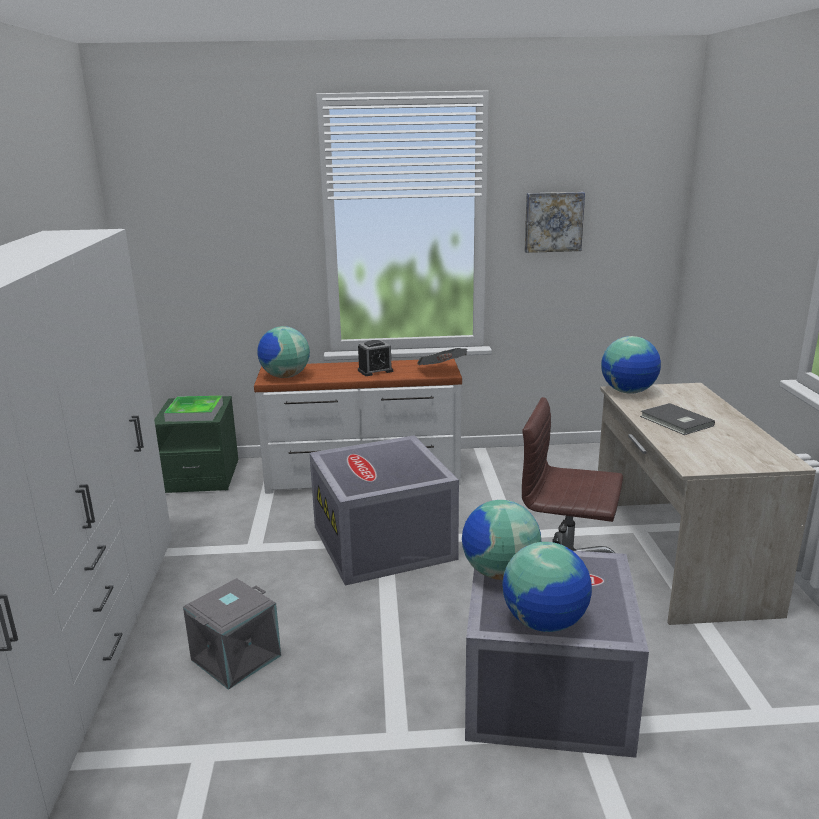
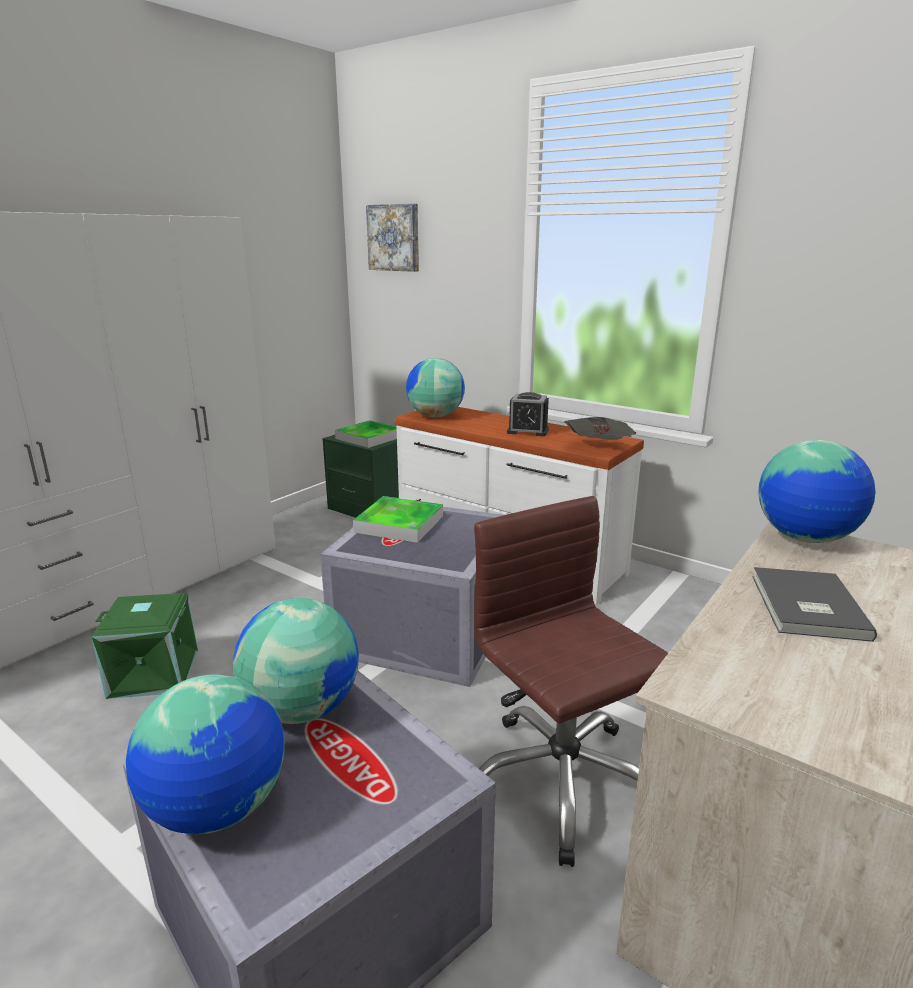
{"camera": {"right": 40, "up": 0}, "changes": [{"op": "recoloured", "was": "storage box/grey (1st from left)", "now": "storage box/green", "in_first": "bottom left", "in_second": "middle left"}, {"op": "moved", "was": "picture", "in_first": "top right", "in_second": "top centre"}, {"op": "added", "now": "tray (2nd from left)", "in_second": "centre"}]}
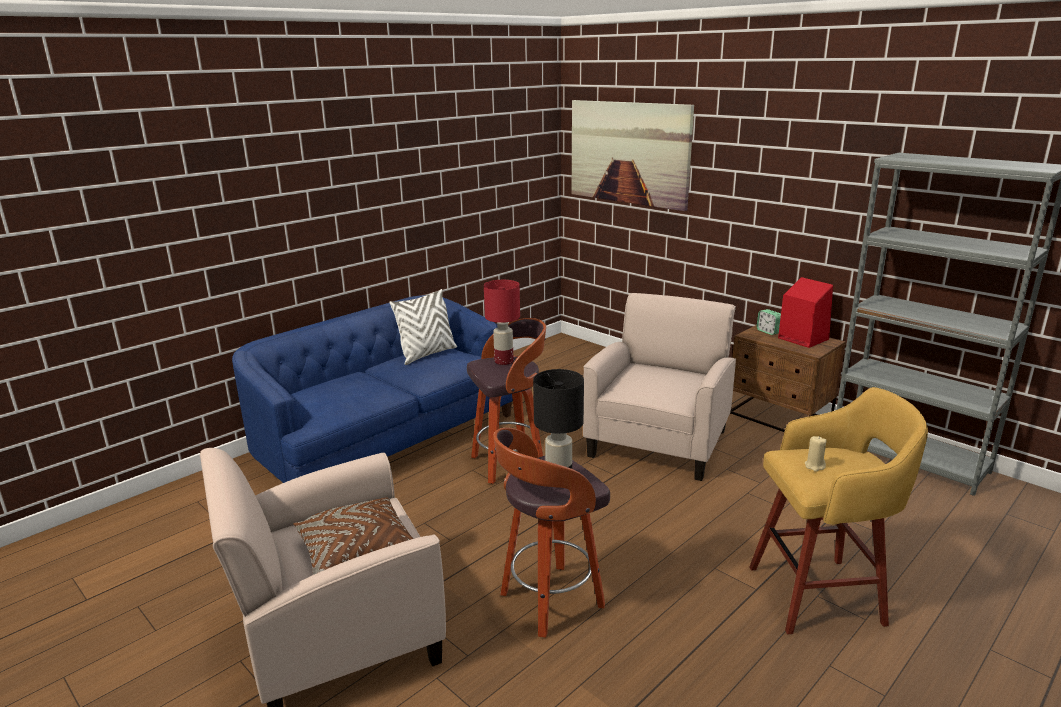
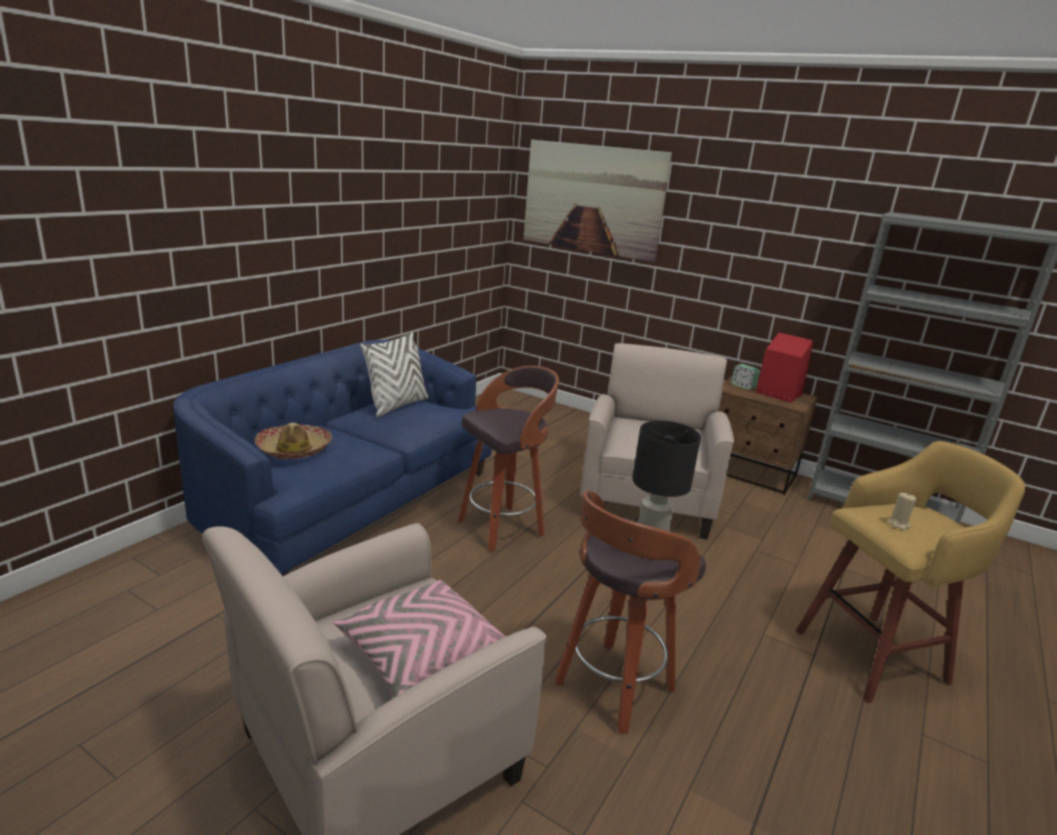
{"camera": {"right": -15, "up": 0}, "changes": [{"op": "recoloured", "was": "pillow/brown", "now": "pillow/pink", "in_first": "bottom left", "in_second": "bottom centre"}, {"op": "removed", "was": "table lamp/red", "in_first": "centre"}, {"op": "added", "now": "hat", "in_second": "middle left"}]}
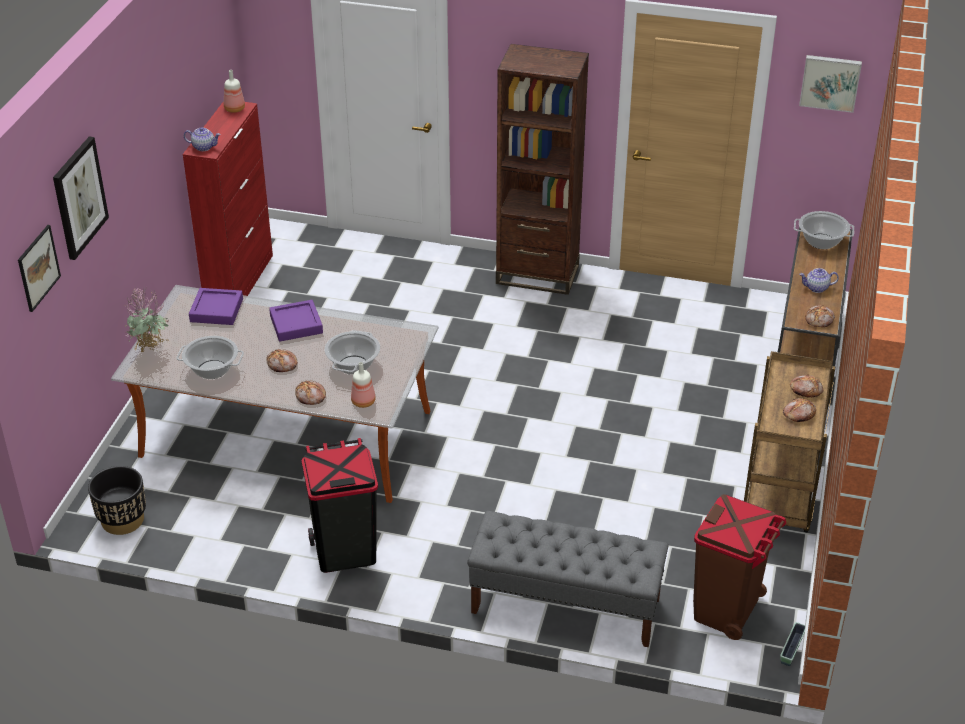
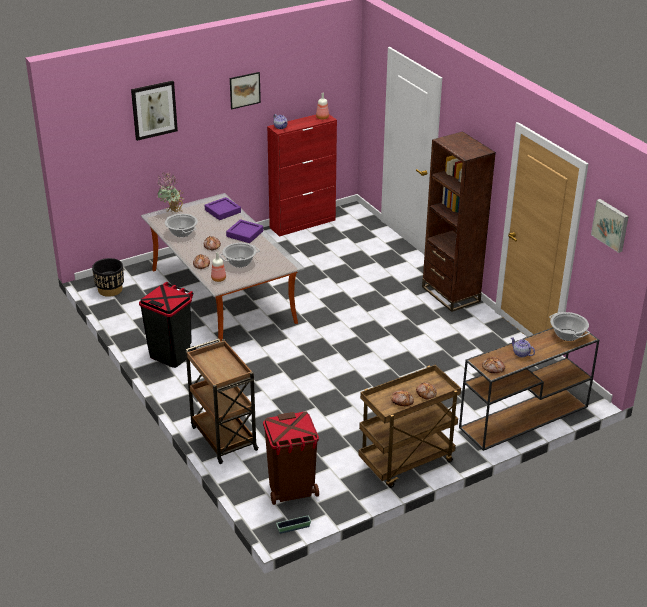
{"camera": {"right": 45, "up": -5}, "changes": [{"op": "moved", "was": "picture (1st from left in the first image)", "now": "picture (2nd from left)", "in_first": "middle left", "in_second": "top centre"}, {"op": "replaced", "was": "bench/grey", "now": "cart/brown (1st from left)", "in_first": "bottom centre", "in_second": "centre"}]}
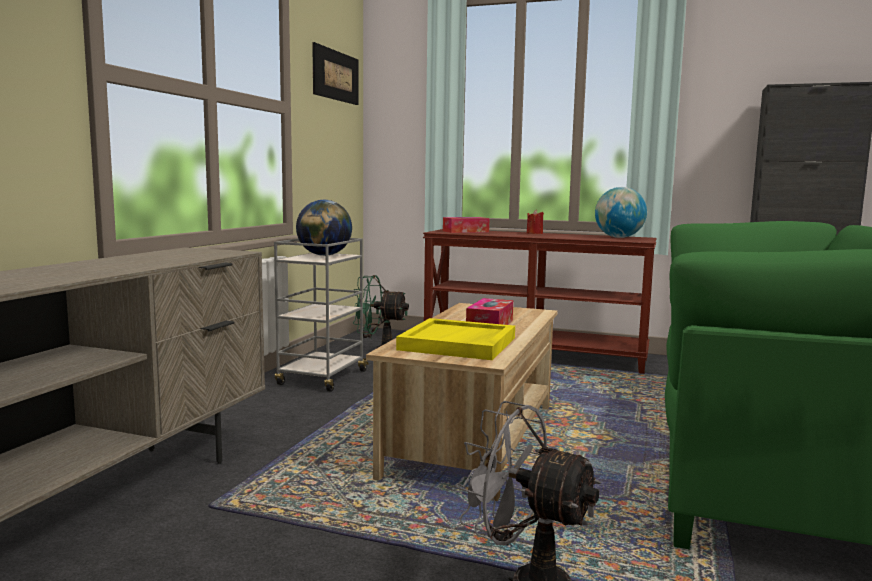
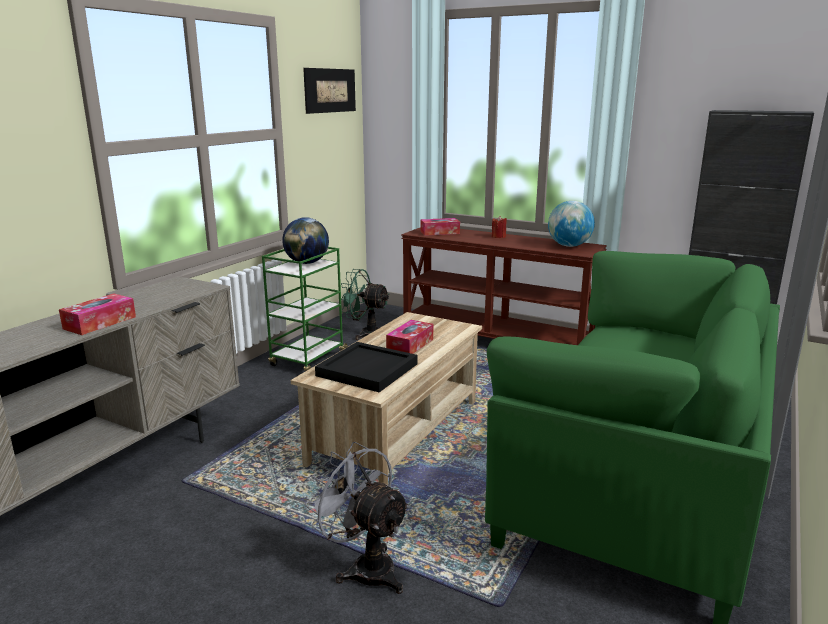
{"camera": {"right": 10, "up": 10}, "changes": [{"op": "recoloured", "was": "cart/grey", "now": "cart/green", "in_first": "centre", "in_second": "centre"}, {"op": "recoloured", "was": "tray/yellow", "now": "tray/black", "in_first": "centre", "in_second": "centre"}, {"op": "added", "now": "tissue box (1st from left)", "in_second": "middle left"}]}
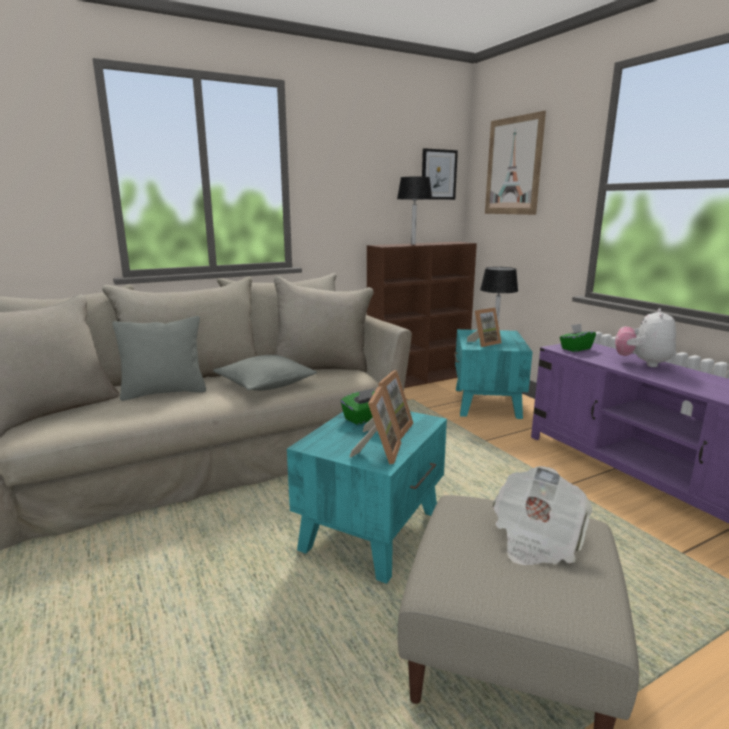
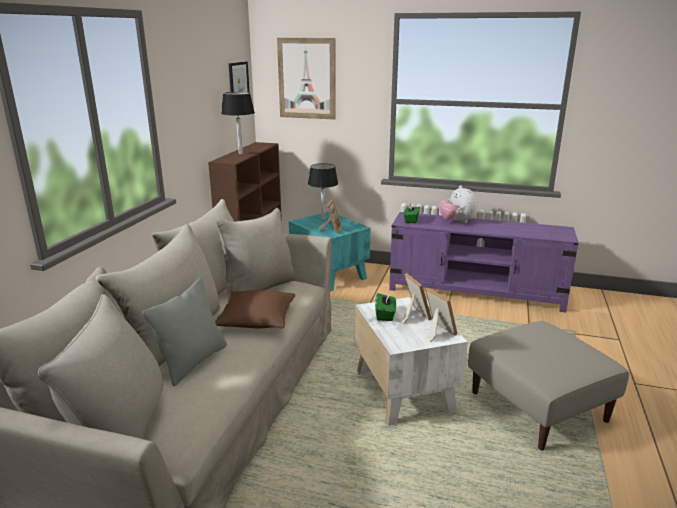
{"camera": {"right": -45, "up": 5}, "changes": [{"op": "recoloured", "was": "pillow/grey (2nd from left)", "now": "pillow/brown", "in_first": "centre", "in_second": "centre"}, {"op": "recoloured", "was": "side table/turquoise (1st from left)", "now": "side table/white", "in_first": "bottom centre", "in_second": "bottom centre"}, {"op": "removed", "was": "newspaper", "in_first": "bottom right"}]}
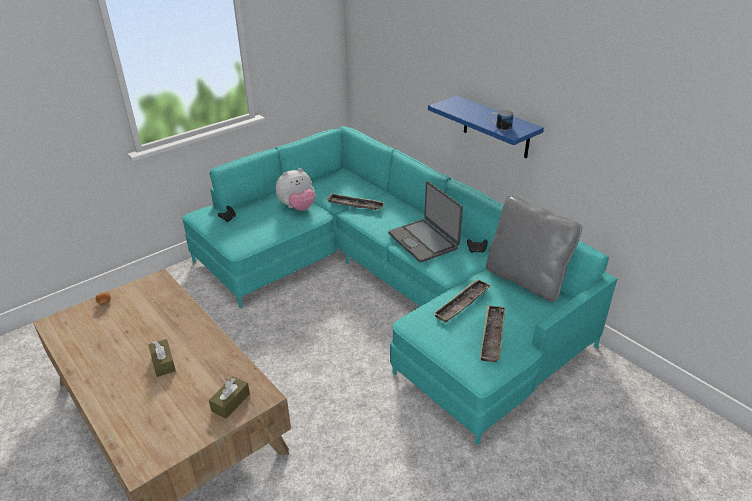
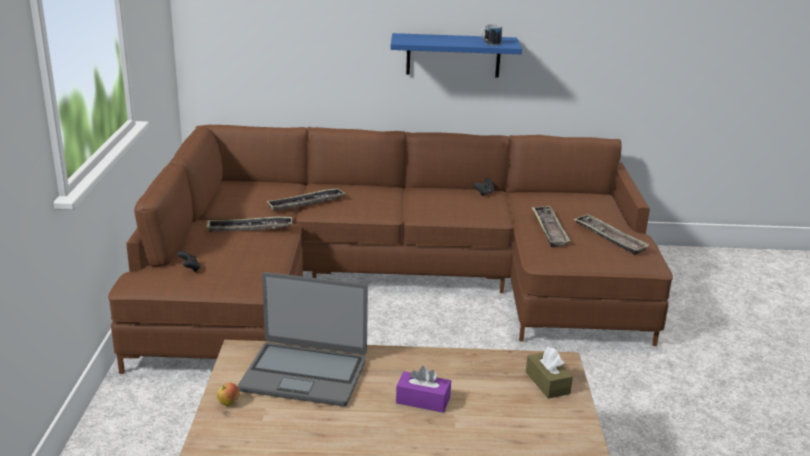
{"camera": {"right": -50, "up": -10}, "changes": [{"op": "recoloured", "was": "tissue box/brown (1st from left)", "now": "tissue box/purple", "in_first": "bottom left", "in_second": "bottom centre"}, {"op": "recoloured", "was": "sofa/turquoise", "now": "sofa/brown", "in_first": "centre", "in_second": "centre"}, {"op": "replaced", "was": "plush toy", "now": "tray (1st from left)", "in_first": "centre", "in_second": "middle left"}, {"op": "moved", "was": "laptop", "in_first": "centre", "in_second": "bottom centre"}, {"op": "removed", "was": "pillow/grey", "in_first": "middle right"}]}
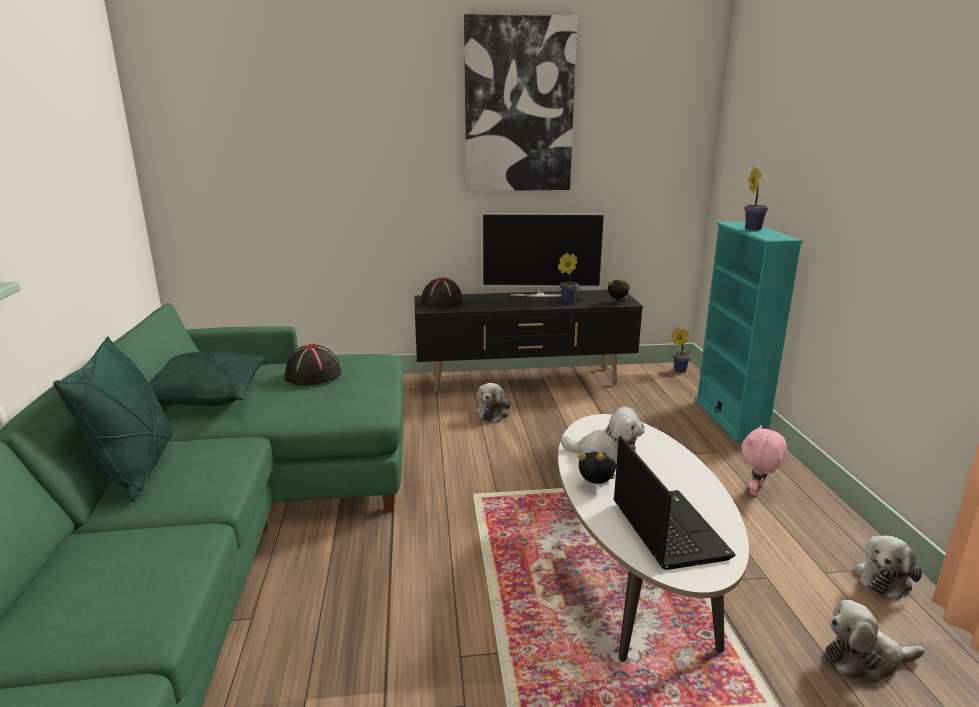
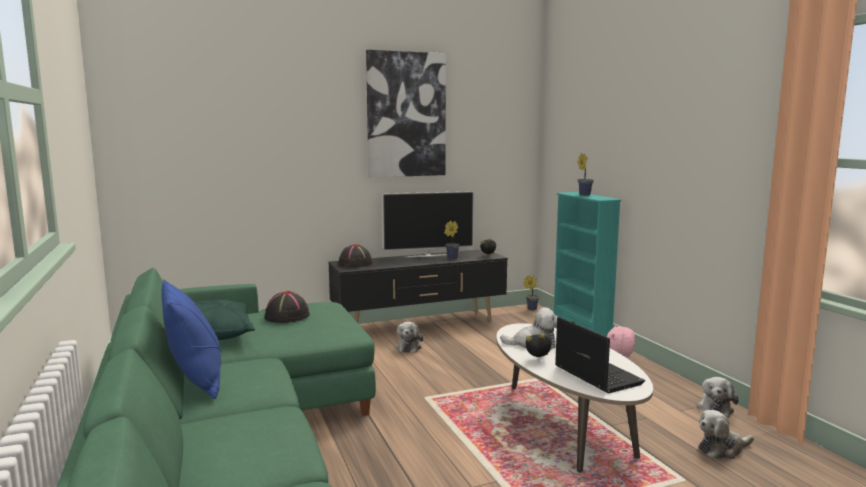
{"camera": {"right": -15, "up": -10}, "changes": [{"op": "recoloured", "was": "pillow/green (1st from left)", "now": "pillow/blue", "in_first": "middle left", "in_second": "bottom left"}]}
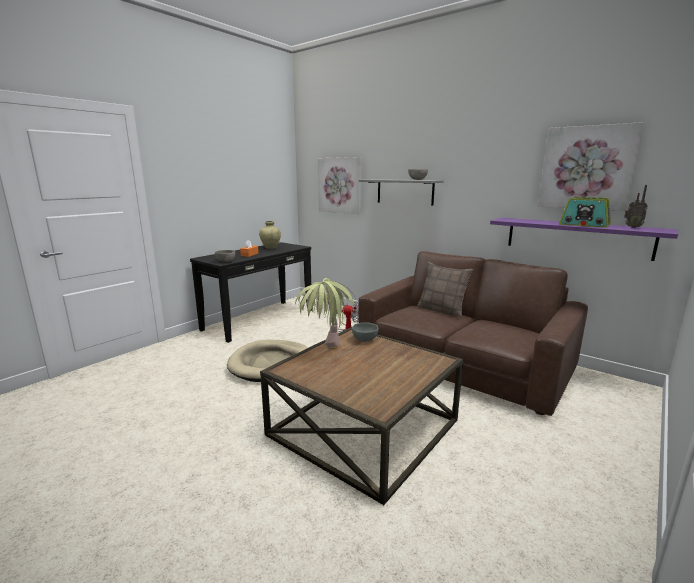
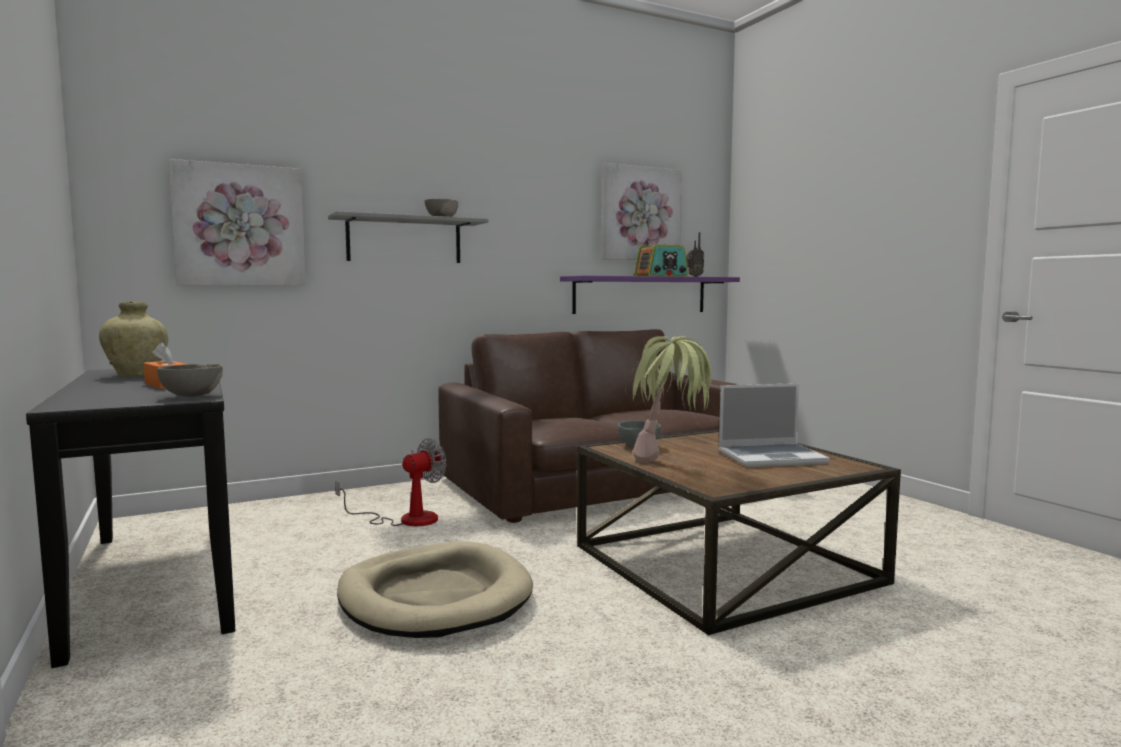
{"camera": {"right": -65, "up": -10}, "changes": [{"op": "removed", "was": "pillow", "in_first": "centre"}, {"op": "added", "now": "laptop", "in_second": "middle right"}]}
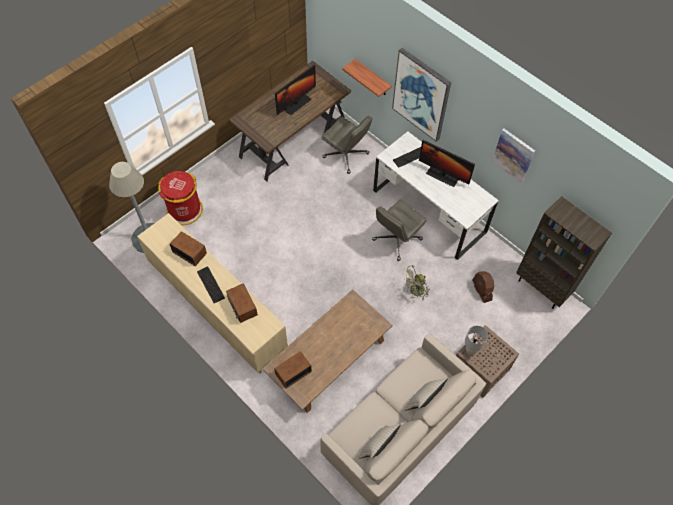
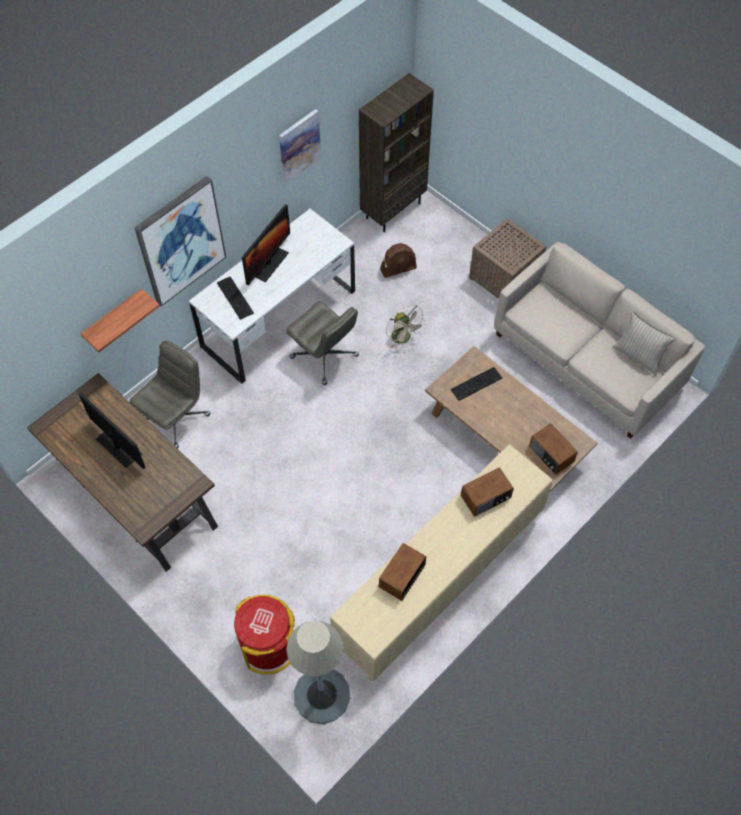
{"camera": {"right": -90, "up": 0}, "changes": [{"op": "moved", "was": "keyboard (1st from left in the first image)", "now": "keyboard (2nd from left)", "in_first": "middle left", "in_second": "centre"}, {"op": "removed", "was": "pillow/beige (2nd from left)", "in_first": "bottom centre"}, {"op": "removed", "was": "table lamp/grey", "in_first": "bottom right"}]}
